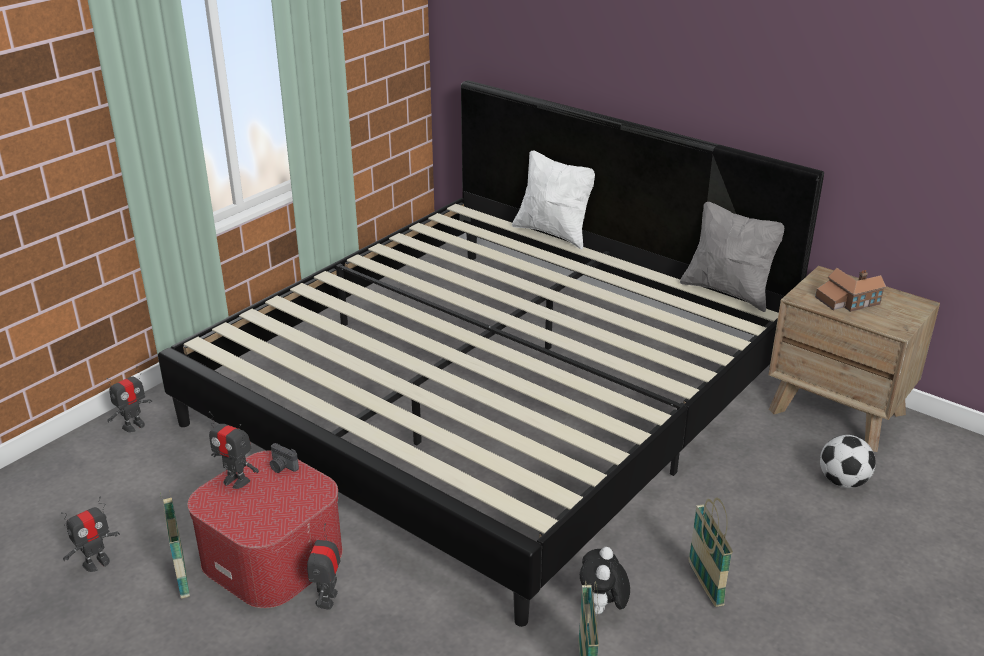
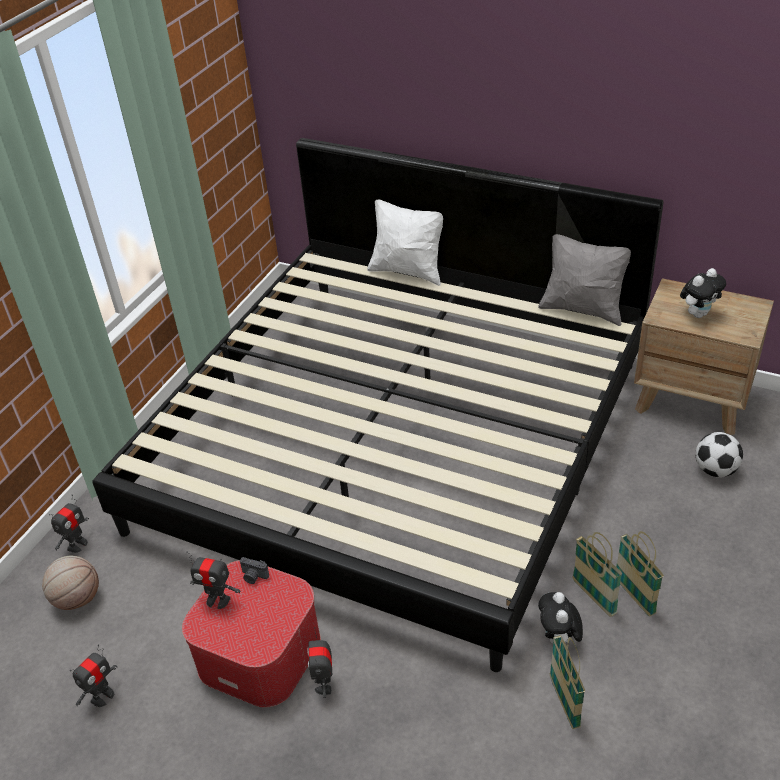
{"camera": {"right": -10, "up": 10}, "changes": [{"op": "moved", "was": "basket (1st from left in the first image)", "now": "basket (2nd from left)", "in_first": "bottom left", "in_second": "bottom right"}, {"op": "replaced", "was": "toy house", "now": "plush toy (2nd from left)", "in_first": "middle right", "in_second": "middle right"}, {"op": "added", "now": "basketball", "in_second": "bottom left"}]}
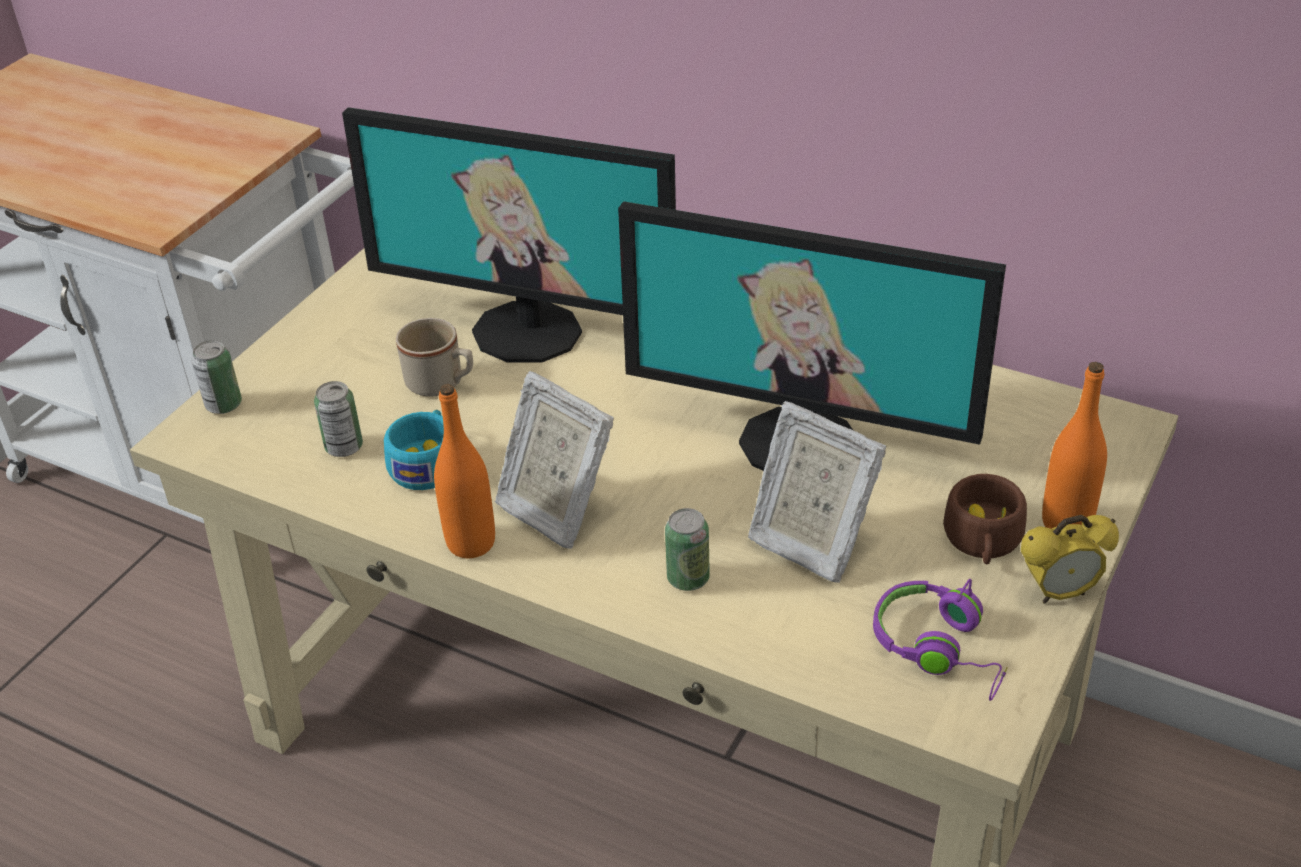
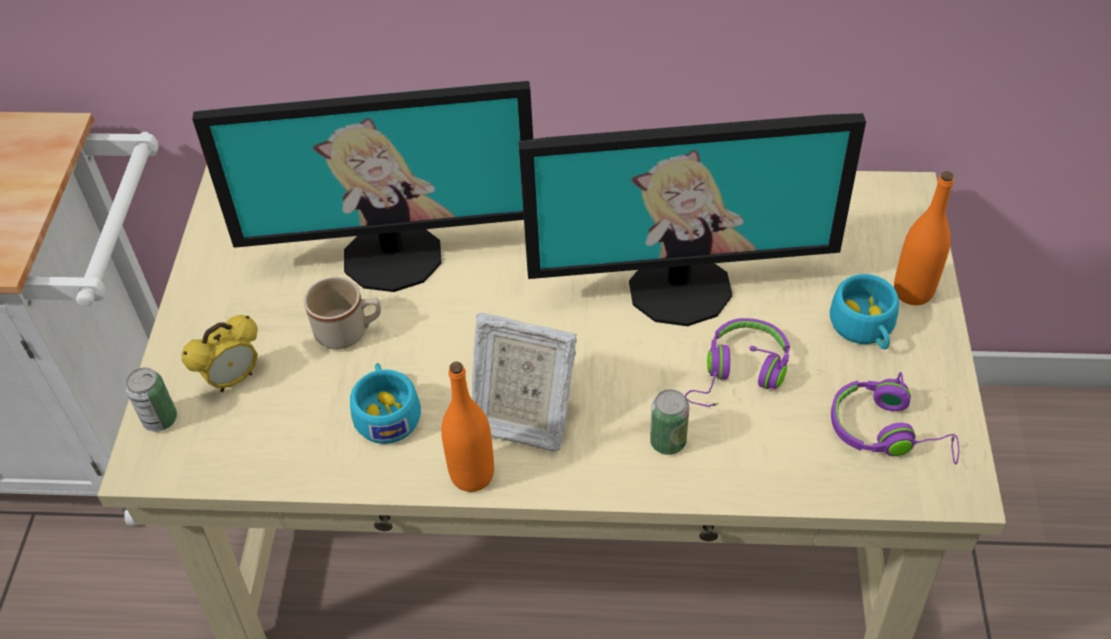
{"camera": {"right": -25, "up": 10}, "changes": [{"op": "removed", "was": "can (2nd from left)", "in_first": "middle left"}, {"op": "replaced", "was": "picture frame (2nd from left)", "now": "headphones/purple (1st from left)", "in_first": "centre", "in_second": "centre"}, {"op": "recoloured", "was": "cup/brown", "now": "cup/turquoise (2nd from left)", "in_first": "middle right", "in_second": "middle right"}, {"op": "moved", "was": "alarm clock", "in_first": "middle right", "in_second": "middle left"}]}
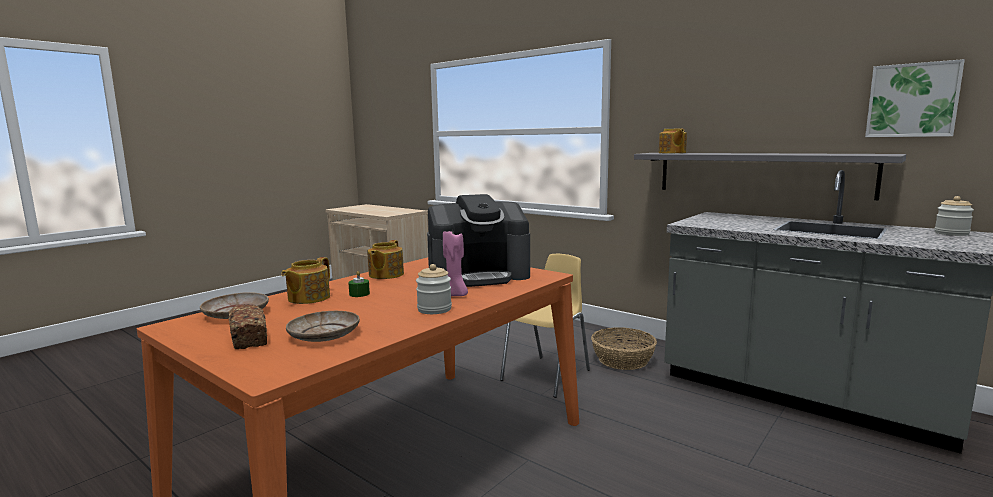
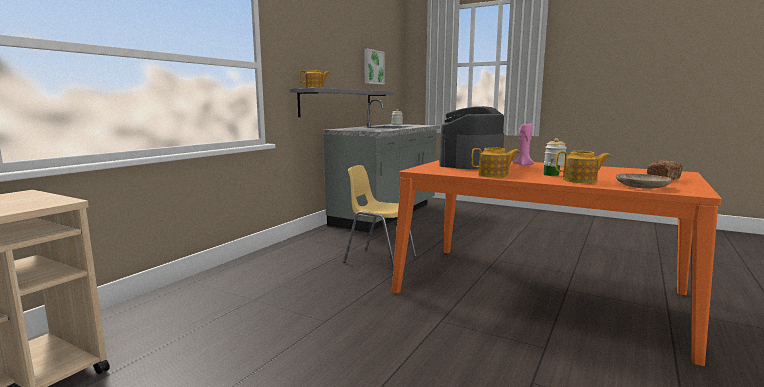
{"camera": {"right": -100, "up": 0}, "changes": [{"op": "removed", "was": "plate/beige (2nd from left)", "in_first": "middle left"}, {"op": "turned", "was": "coffee machine", "in_first": "centre", "in_second": "centre", "clockwise": -120}, {"op": "removed", "was": "basket", "in_first": "bottom centre"}]}
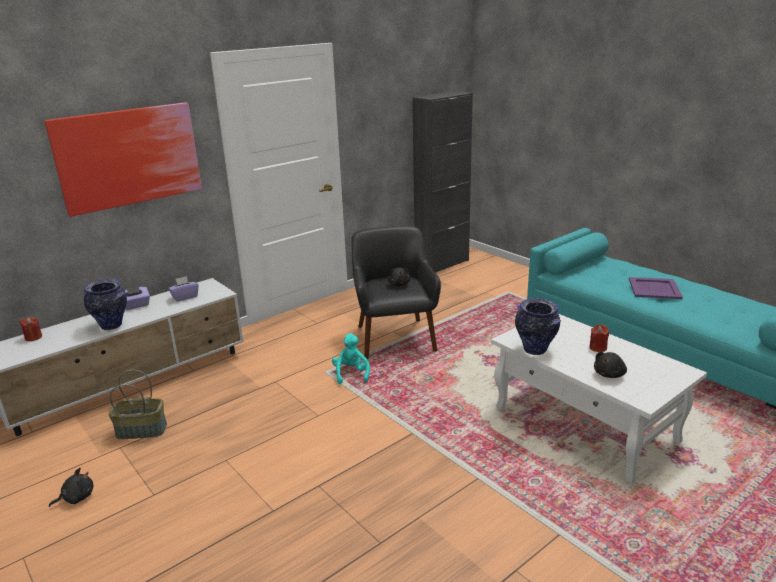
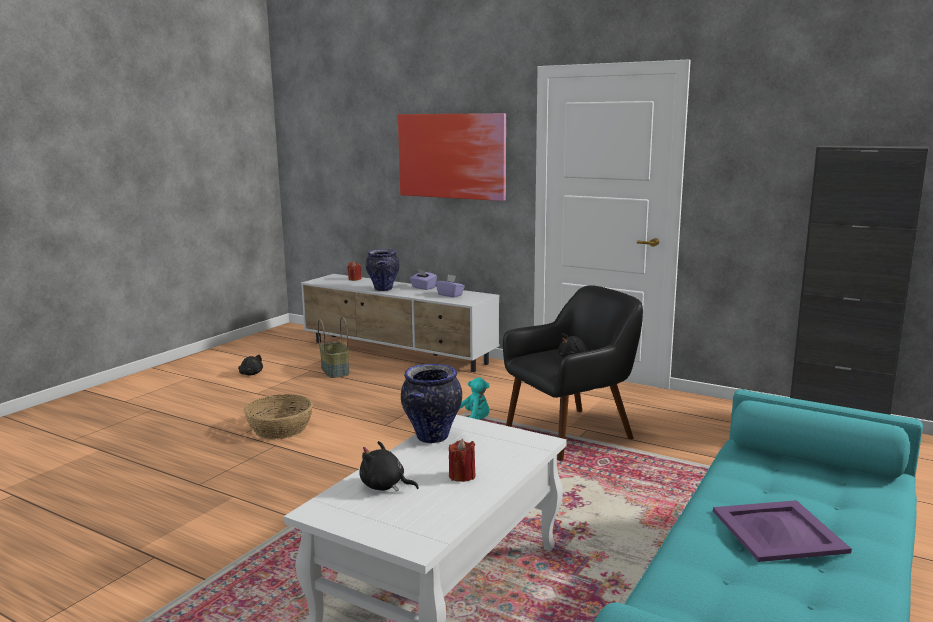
{"camera": {"right": 70, "up": -10}, "changes": [{"op": "added", "now": "basket (1st from left)", "in_second": "bottom left"}]}
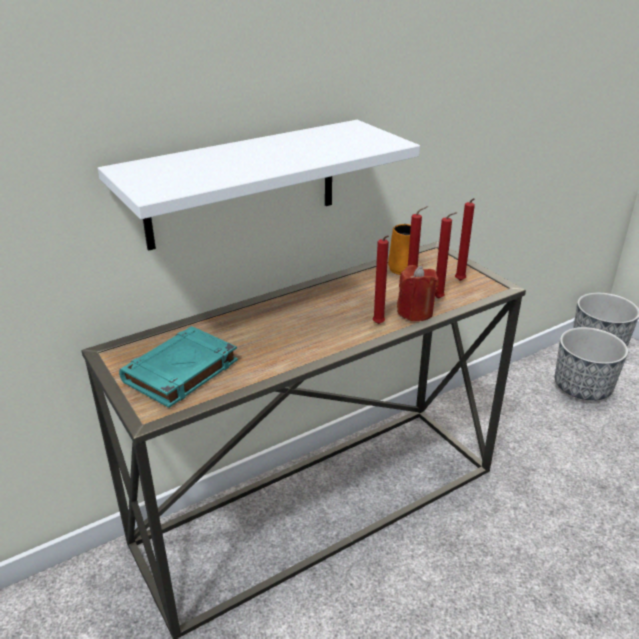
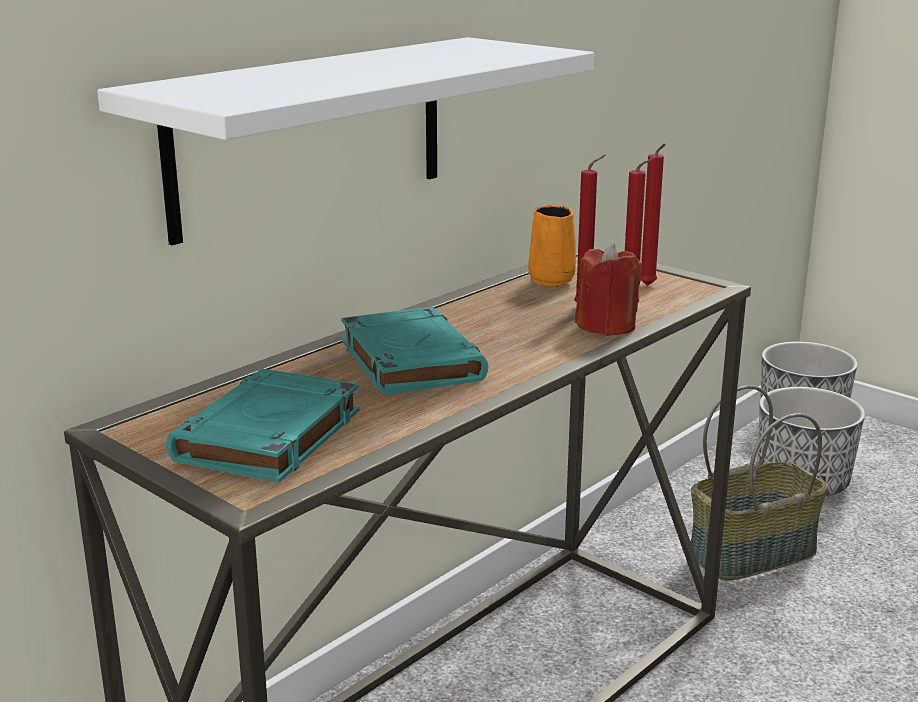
{"camera": {"right": -15, "up": -10}, "changes": [{"op": "removed", "was": "candle/red (1st from left)", "in_first": "centre"}, {"op": "added", "now": "book/turquoise (2nd from left)", "in_second": "centre"}, {"op": "added", "now": "basket", "in_second": "bottom right"}]}
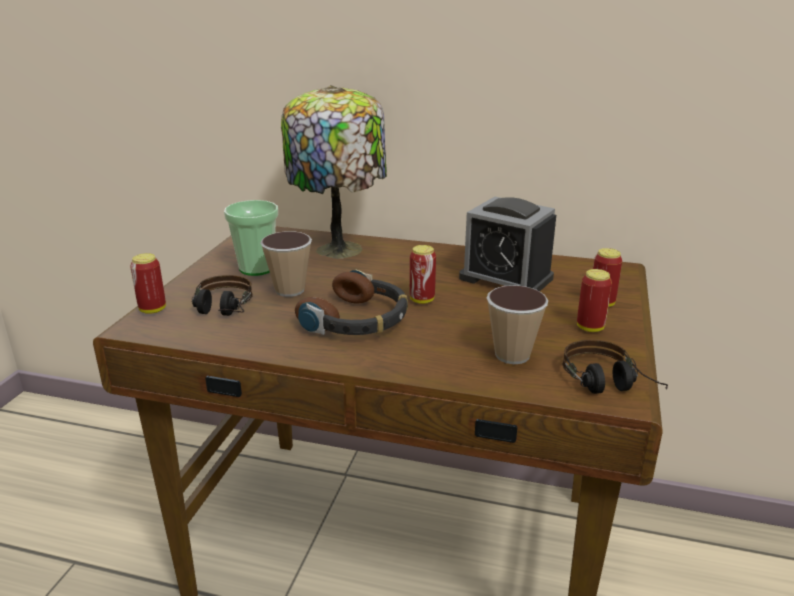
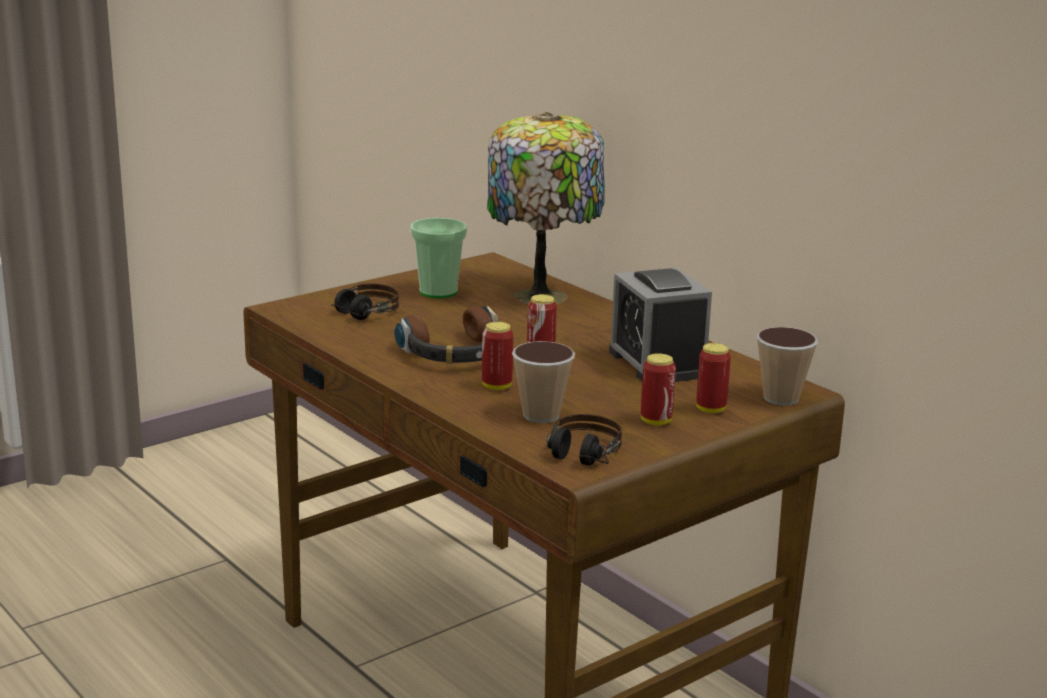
{"camera": {"right": 35, "up": -5}, "changes": [{"op": "moved", "was": "can (1st from left)", "in_first": "middle left", "in_second": "centre"}, {"op": "moved", "was": "cup (2nd from left in the first image)", "now": "cup (3rd from left)", "in_first": "centre", "in_second": "middle right"}]}
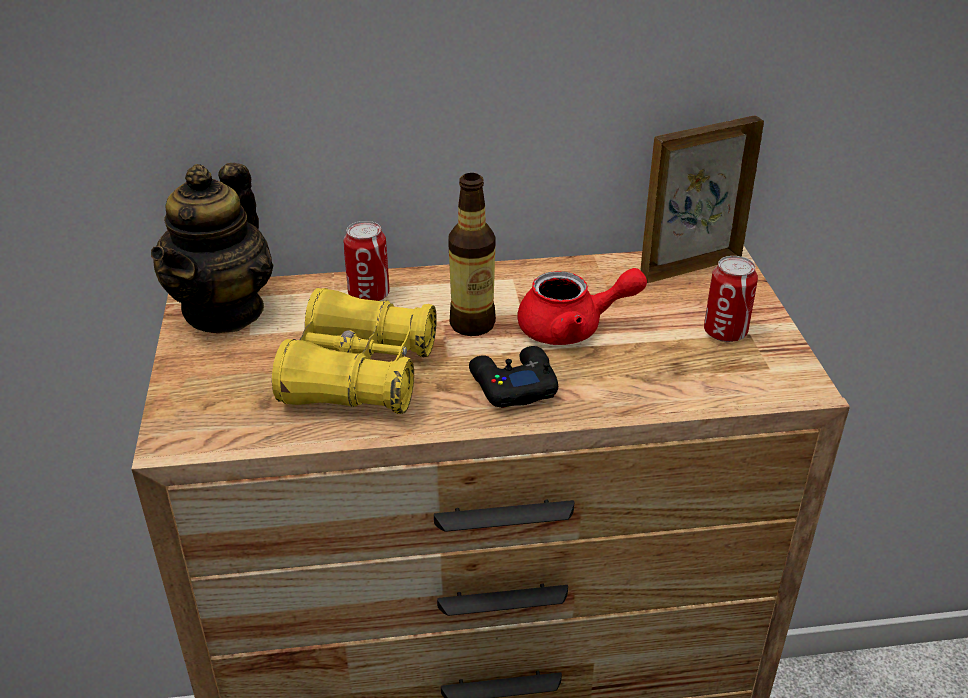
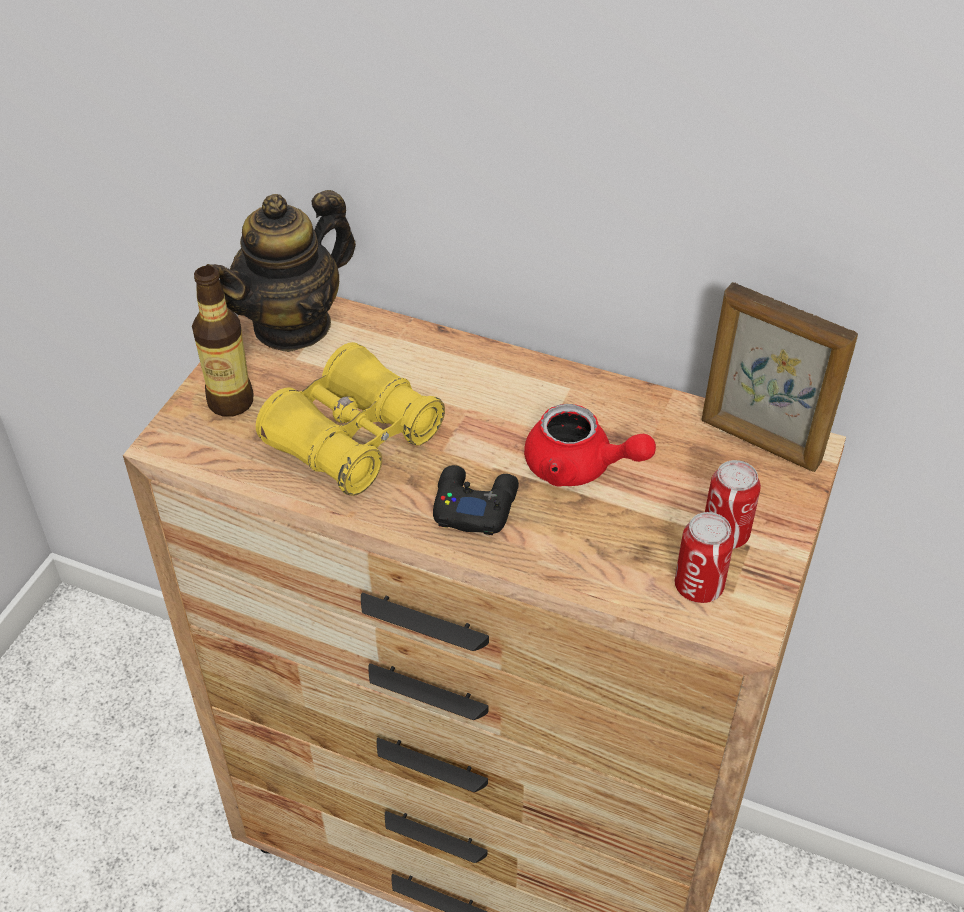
{"camera": {"right": 30, "up": 10}, "changes": [{"op": "moved", "was": "can (1st from left)", "in_first": "centre", "in_second": "middle right"}, {"op": "moved", "was": "bottle", "in_first": "centre", "in_second": "middle left"}, {"op": "turned", "was": "picture frame", "in_first": "top right", "in_second": "middle right", "clockwise": -150}]}
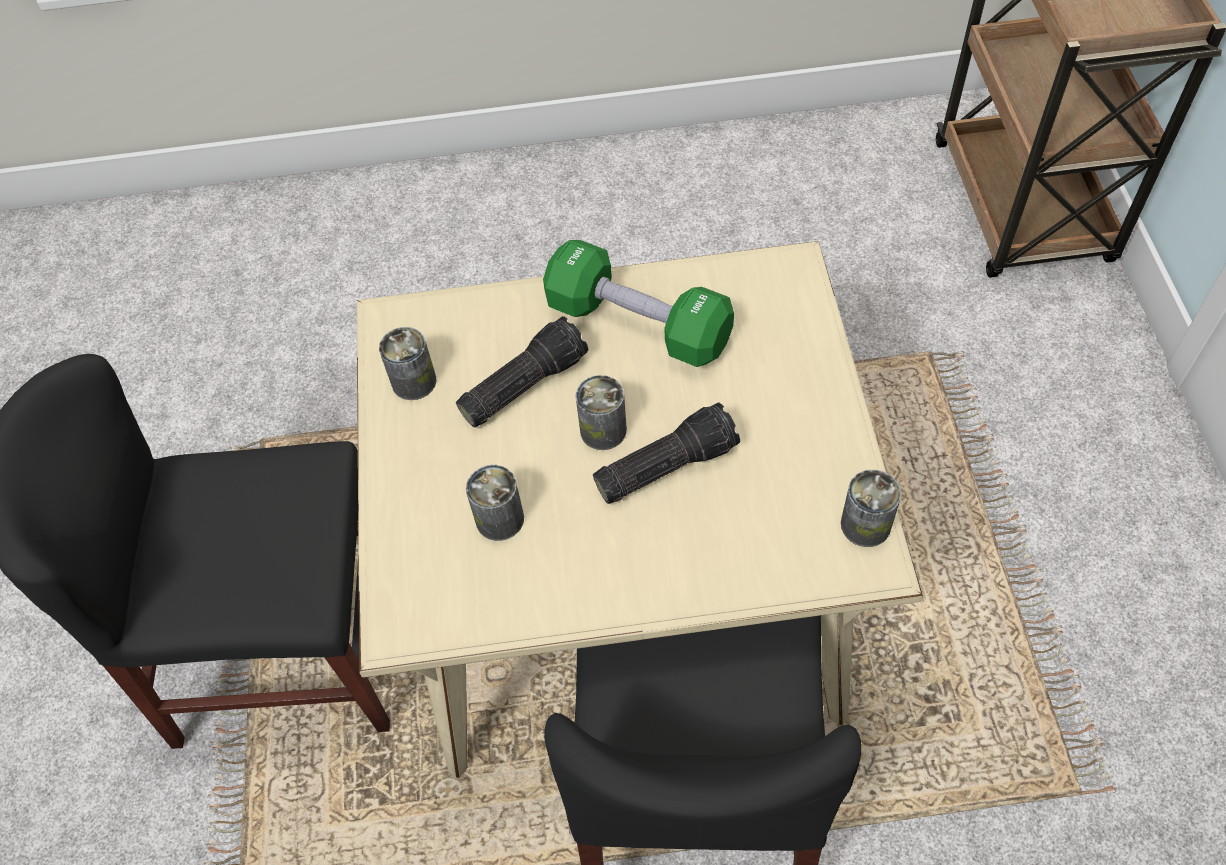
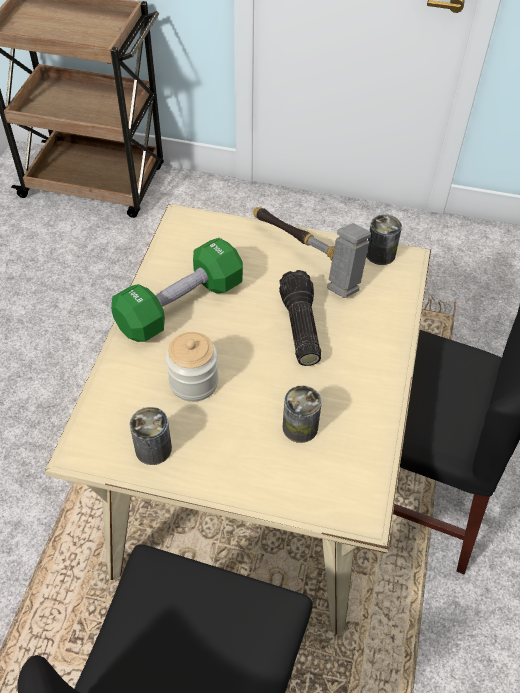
{"camera": {"right": -75, "up": -5}, "changes": [{"op": "replaced", "was": "flashlight (1st from left)", "now": "jar", "in_first": "centre", "in_second": "centre"}, {"op": "removed", "was": "can (3rd from left)", "in_first": "centre"}, {"op": "added", "now": "hammer", "in_second": "centre"}]}
